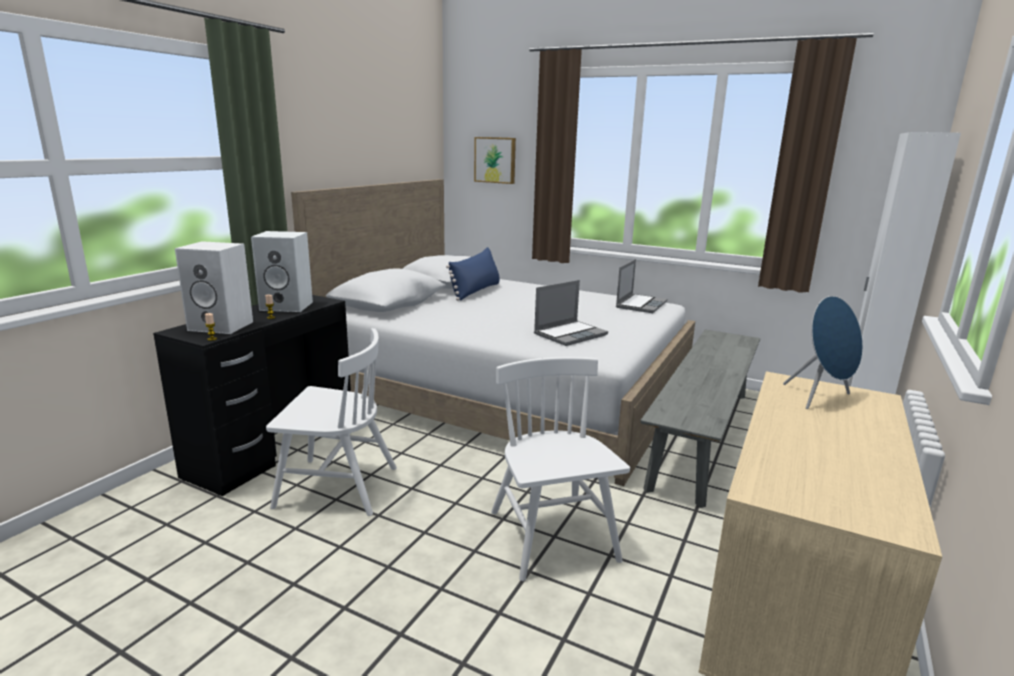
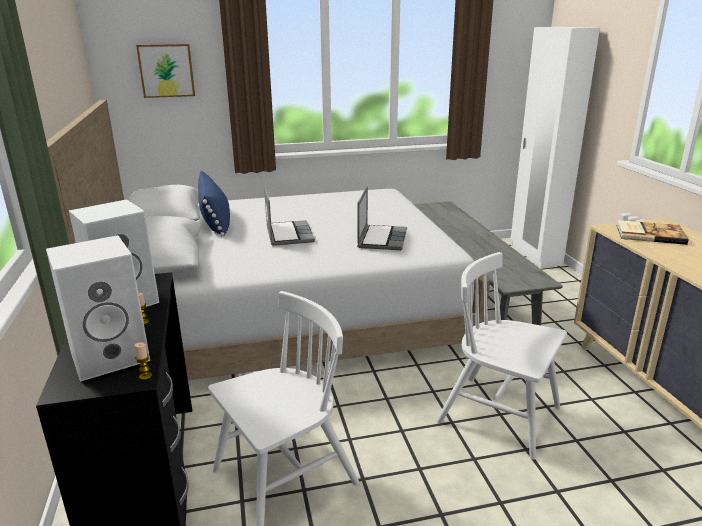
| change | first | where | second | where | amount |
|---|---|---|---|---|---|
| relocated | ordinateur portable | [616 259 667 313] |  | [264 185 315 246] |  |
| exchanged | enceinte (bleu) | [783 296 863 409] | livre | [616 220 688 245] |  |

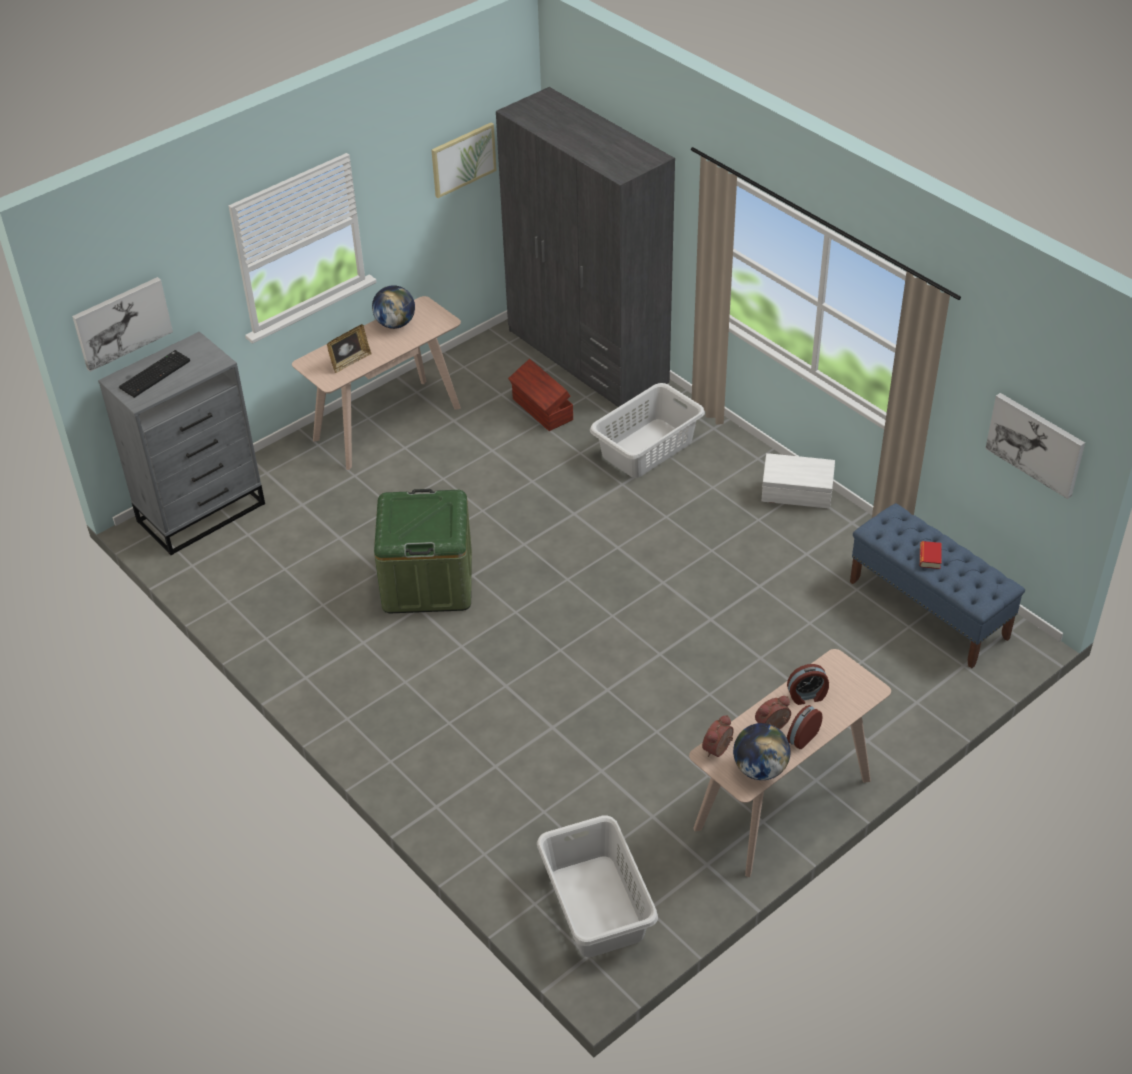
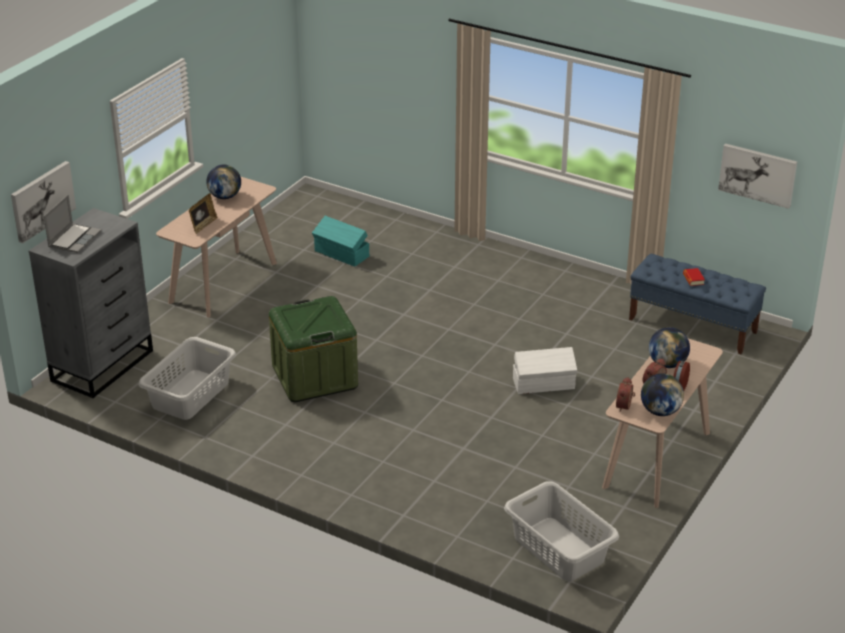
| change | first | where | second | where | amount |
|---|---|---|---|---|---|
| exchanged | clavier | [119 350 190 398] | ordinateur portable | [44 195 101 253] |  |
| relocated | panier à linge (gris) | [590 383 705 478] |  | [139 337 236 420] |  |
| colour | boîte de rangement (marron) | [508 359 573 431] | boîte de rangement (turquoise) | [312 216 369 267] |  |
| relocated | boîte de rangement (blanc) | [762 453 835 508] |  | [513 347 577 394] |  |
| exchanged | réveil | [787 664 829 705] | globe | [649 327 690 368] |  |
| missing | tableau | [431 122 497 198] |  |  |  |
| missing | armoire (gris) | [496 87 675 407] |  |  |  |

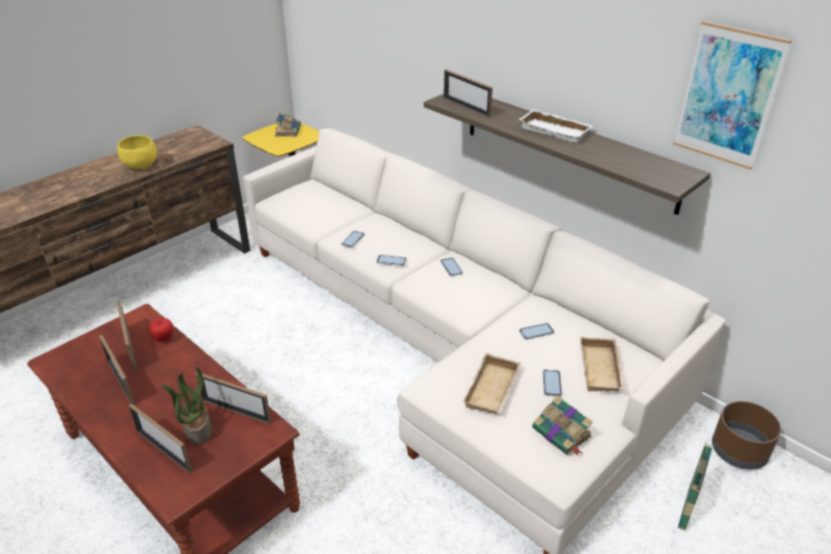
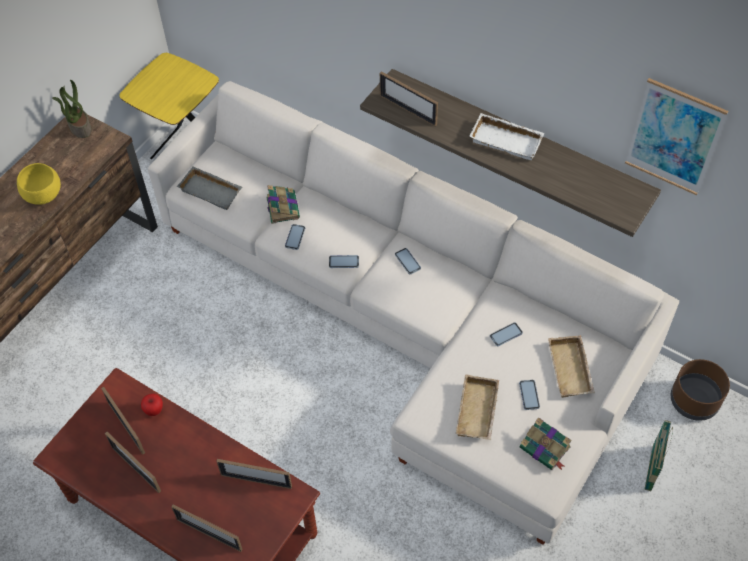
| change | first | where | second | where | amount |
|---|---|---|---|---|---|
| relocated | plante en pot | [161 366 212 445] |  | [52 80 92 138] |  |
| appeared |  |  | plateau (gris) | [177 167 242 210] |  |
| relocated | livre | [275 112 301 137] |  | [266 185 300 224] |  |

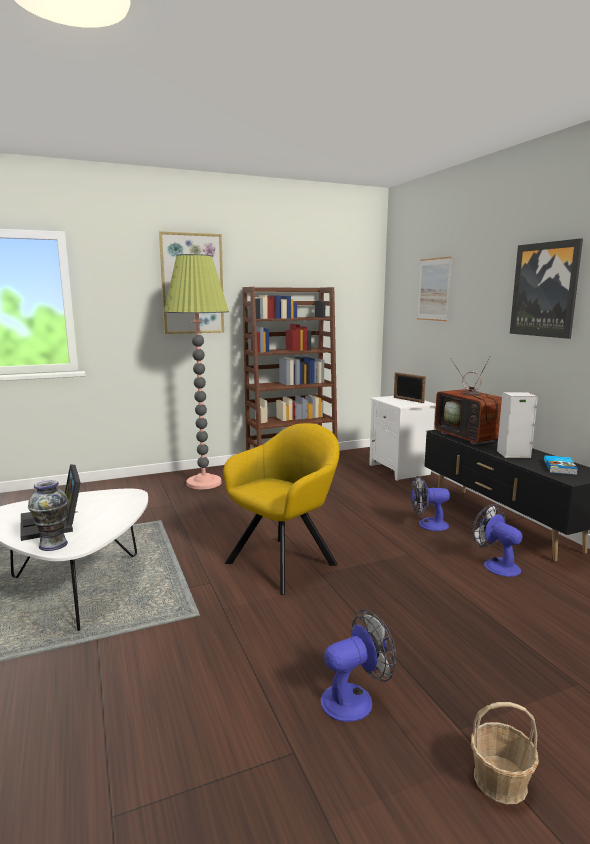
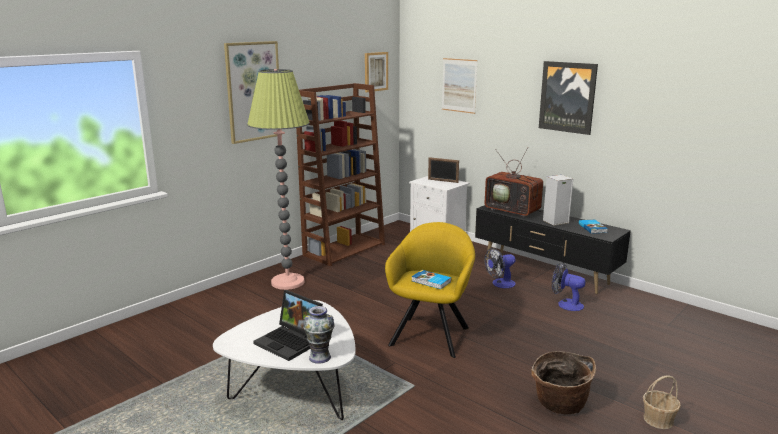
| change | first | where | second | where | amount |
|---|---|---|---|---|---|
| appeared |  |  | tableau | [365 52 388 92] |  |
| appeared |  |  | livre | [411 270 451 289] |  |
| exchanged | ventilateur | [321 609 396 722] | panier | [531 351 596 415] |  |

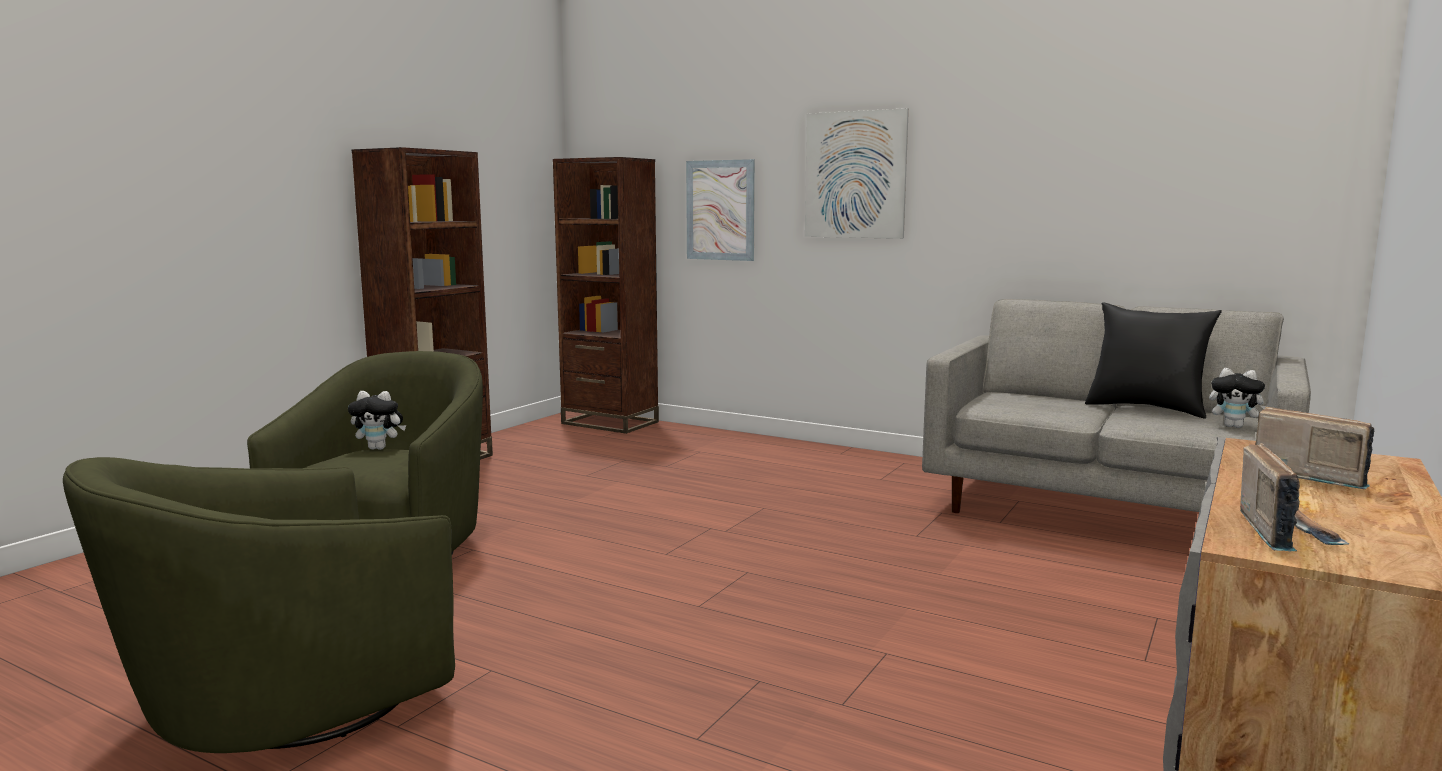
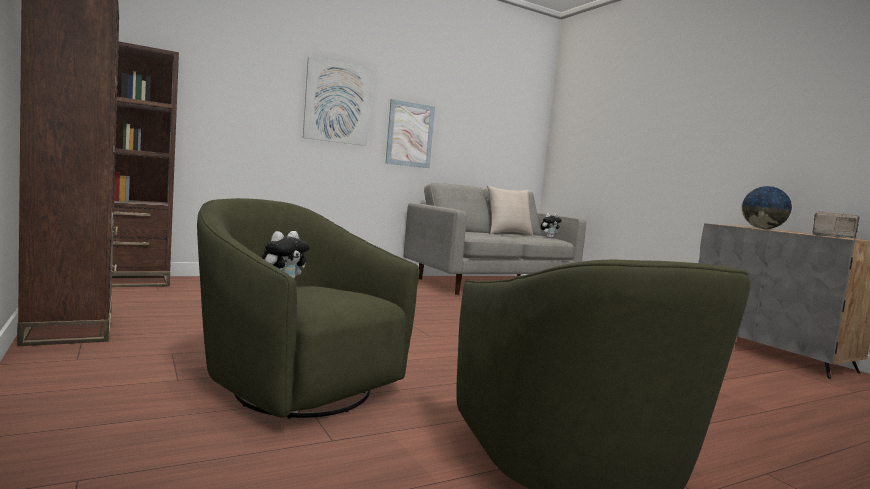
| change | first | where | second | where | amount |
|---|---|---|---|---|---|
| relocated | tableau | [686 159 755 261] |  | [385 99 435 168] |  |
| colour | coussin (noir) | [1085 302 1222 419] | coussin (beige) | [487 185 534 236] |  |
| exchanged | radio | [1255 407 1374 489] | globe | [742 186 793 229] |  |

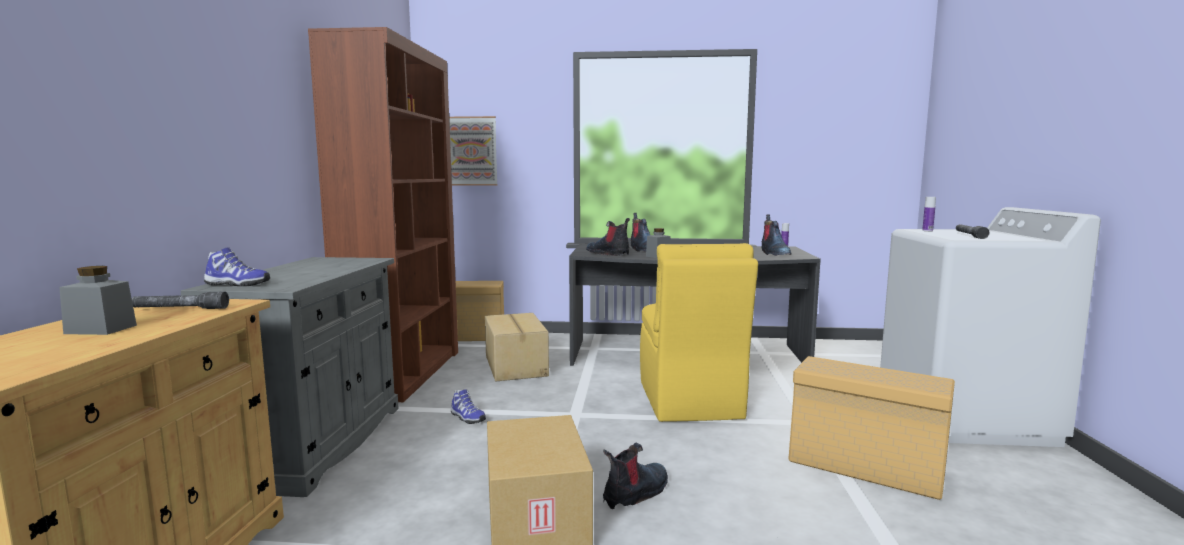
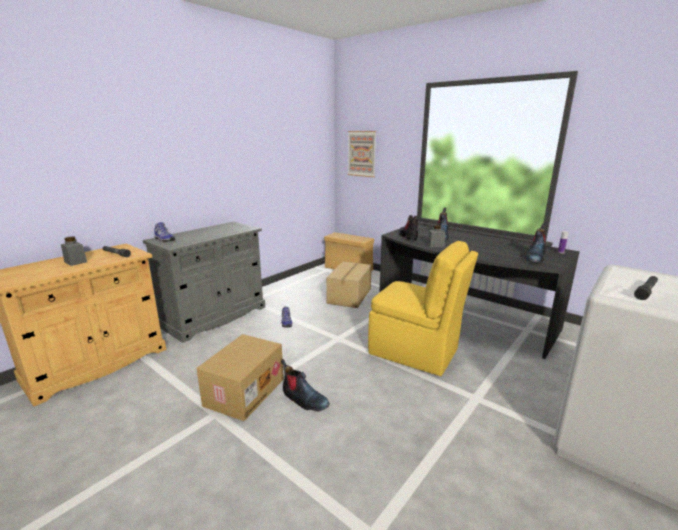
| change | first | where | second | where | amount |
|---|---|---|---|---|---|
| spun | botte | [603 443 668 509] |  | [281 359 329 411] | 45 degrees clockwise |
| spun | chaise (jaune) | [640 243 758 422] |  | [368 241 478 376] | 90 degrees counterclockwise |
| missing | bibliothèque (marron) | [308 27 458 402] |  |  |  |
| missing | boîte de rangement (beige) | [788 356 955 500] |  |  |  |
| missing | bouteille | [922 197 936 231] |  |  |  |

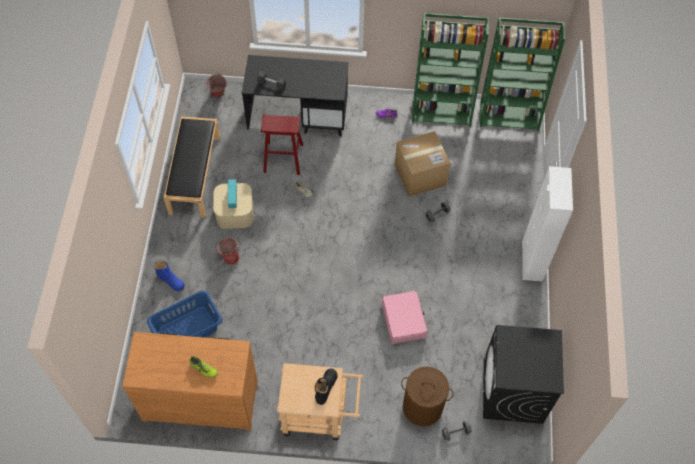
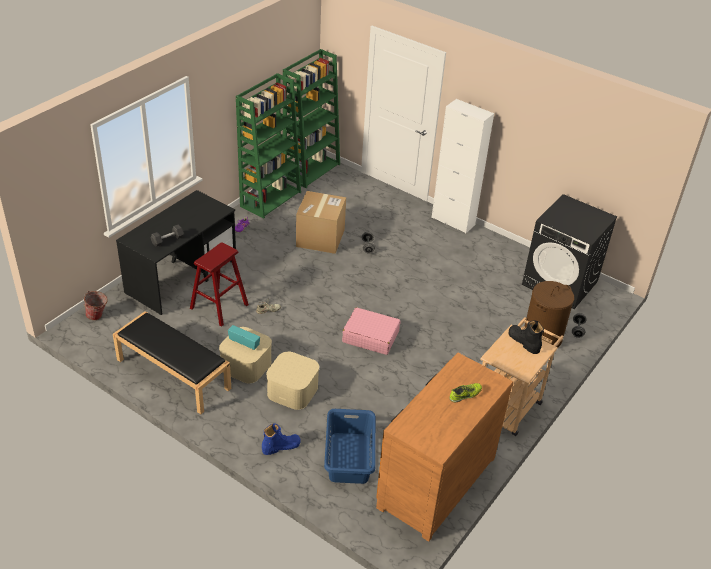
| change | first | where | second | where | amount |
|---|---|---|---|---|---|
| exchanged | seau | [216 237 239 265] | boîte de rangement (beige) | [266 352 319 410] |  |
| relocated | valise (rose) | [382 291 428 344] |  | [342 307 400 355] |  |

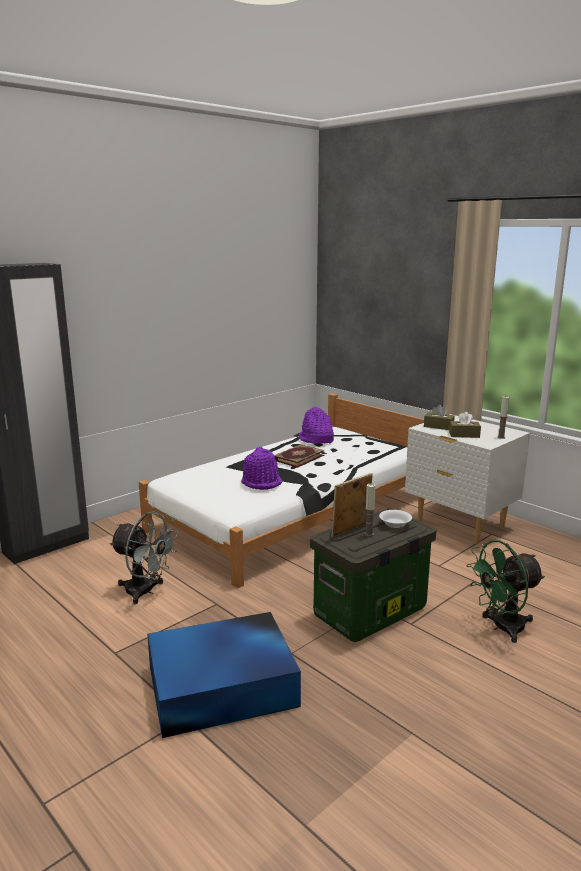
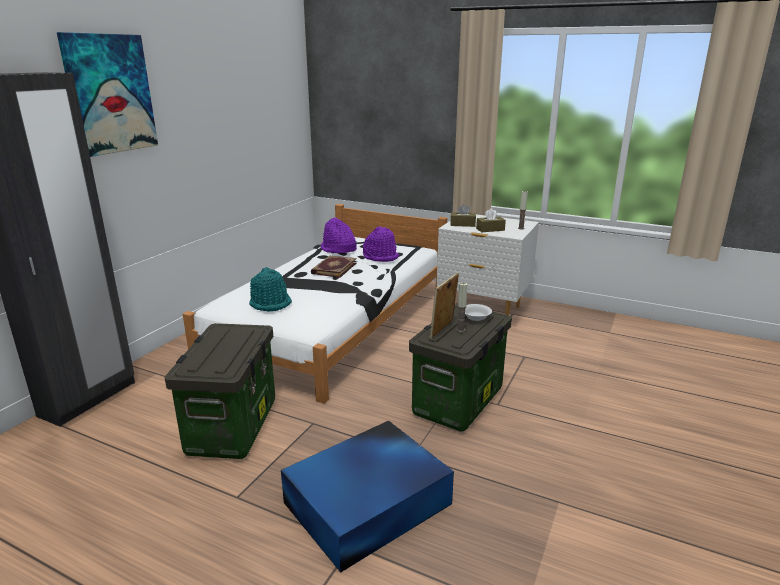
| change | first | where | second | where | amount |
|---|---|---|---|---|---|
| appeared |  |  | tableau | [57 32 158 157] |  |
| exchanged | ventilateur (gris) | [109 511 178 604] | boîte de rangement | [165 323 275 459] |  |
| appeared |  |  | chapeau (turquoise) | [249 267 292 312] |  |
| relocated | chapeau (violet) | [241 447 282 490] |  | [363 226 399 262] |  |
| missing | ventilateur (vert) | [466 540 545 643] |  |  |  |

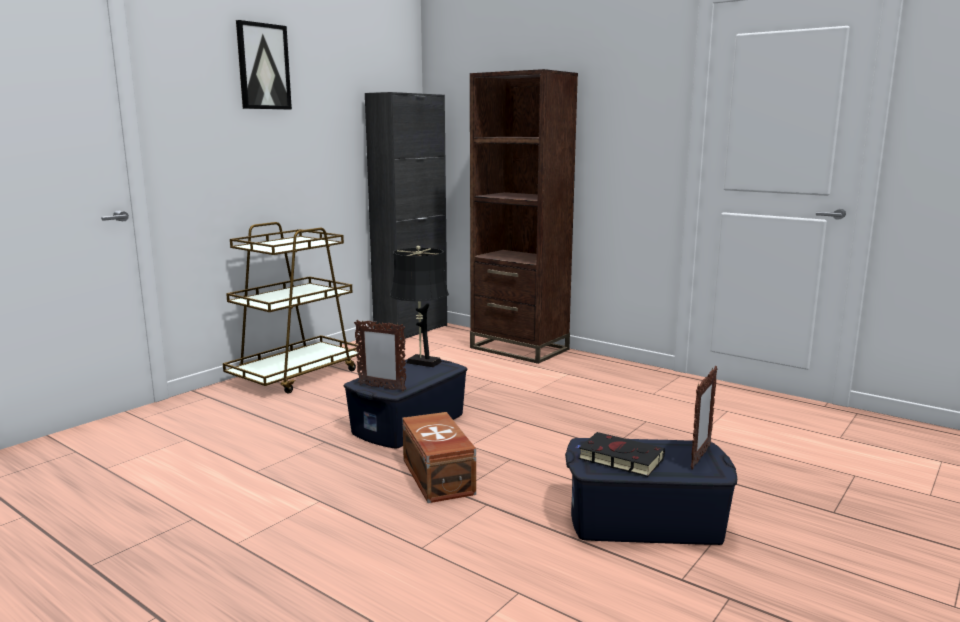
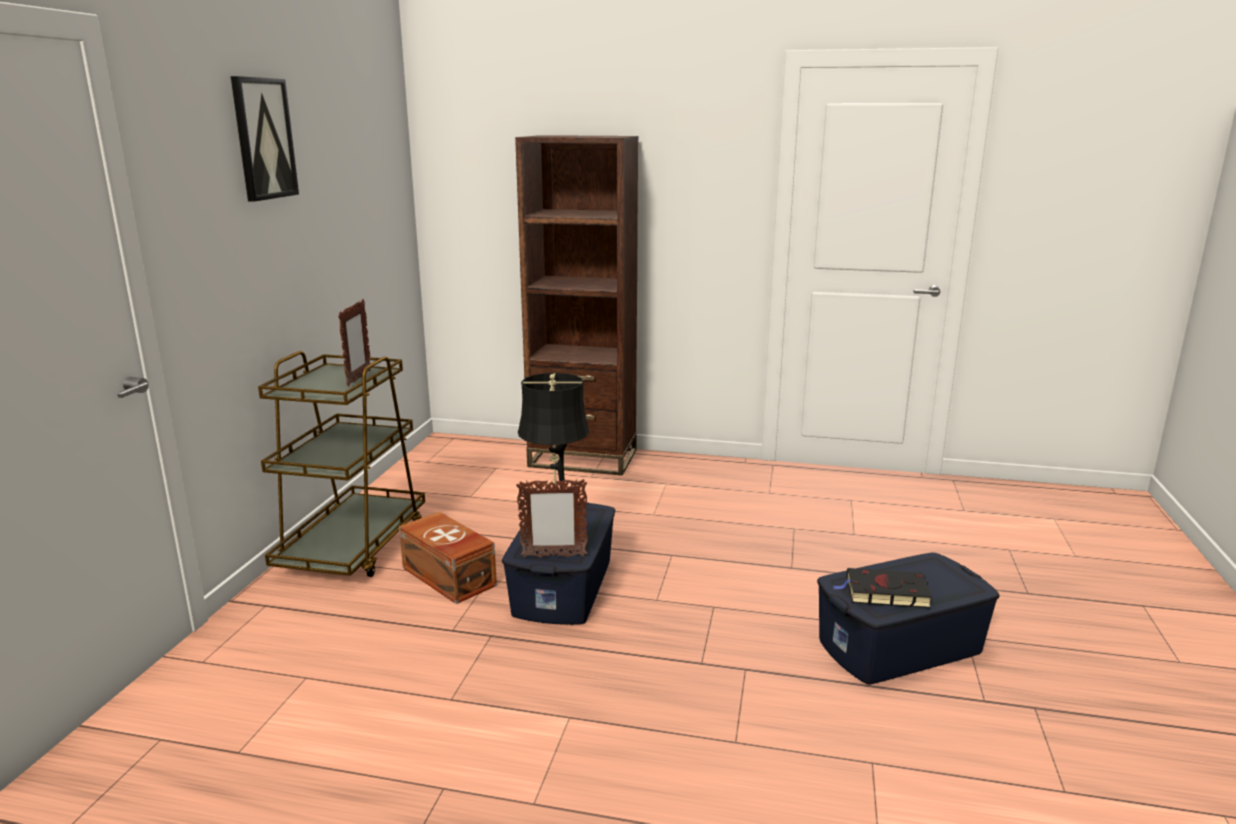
| change | first | where | second | where | amount |
|---|---|---|---|---|---|
| relocated | cadre photo | [691 366 717 469] |  | [338 299 371 386] |  |
| relocated | boîte de rangement (marron) | [402 412 476 503] |  | [399 512 497 604] |  |
| missing | meuble de rangement (noir) | [365 92 447 340] |  |  |  |

